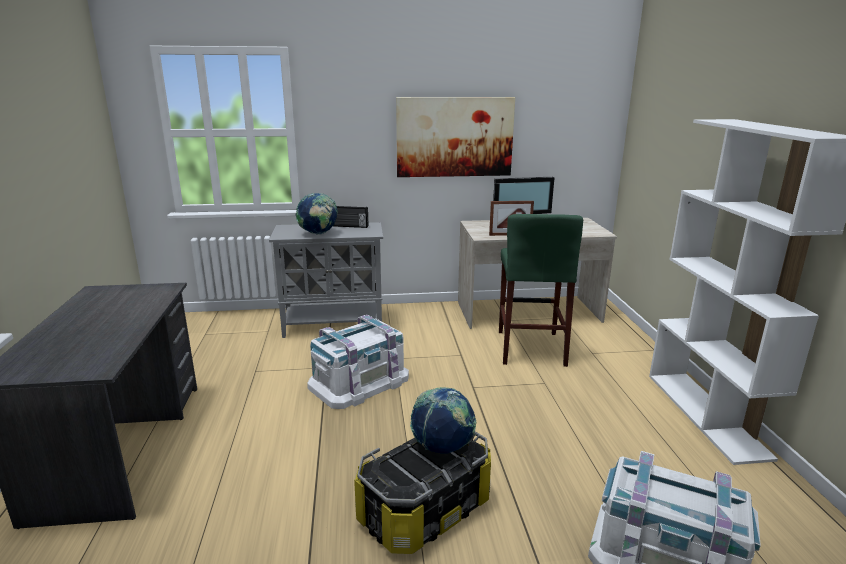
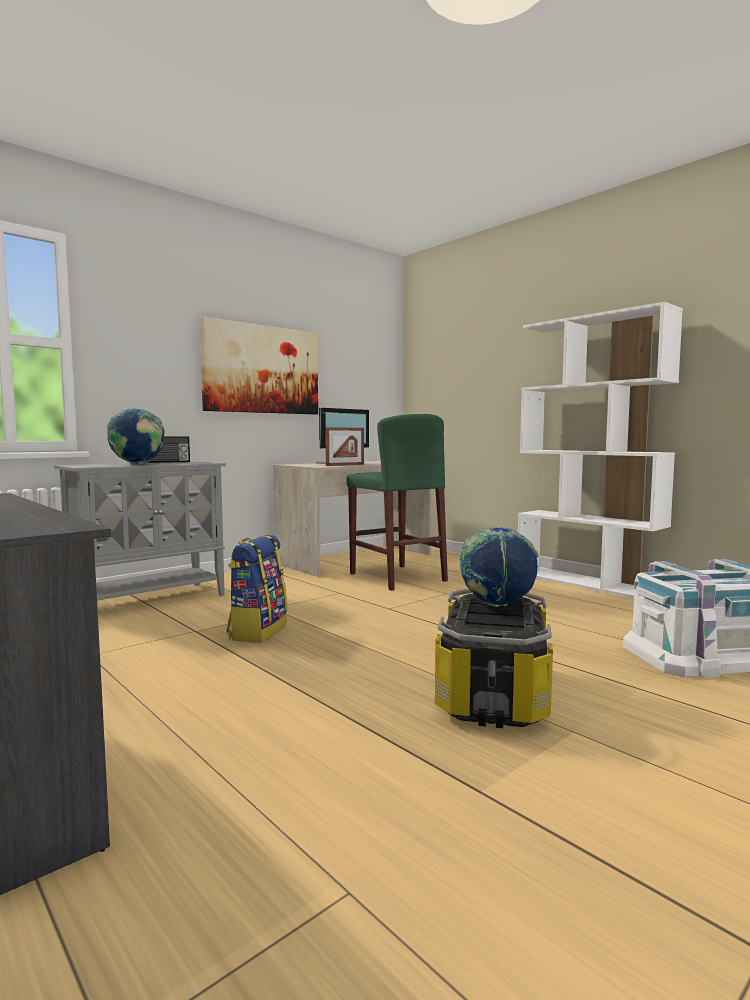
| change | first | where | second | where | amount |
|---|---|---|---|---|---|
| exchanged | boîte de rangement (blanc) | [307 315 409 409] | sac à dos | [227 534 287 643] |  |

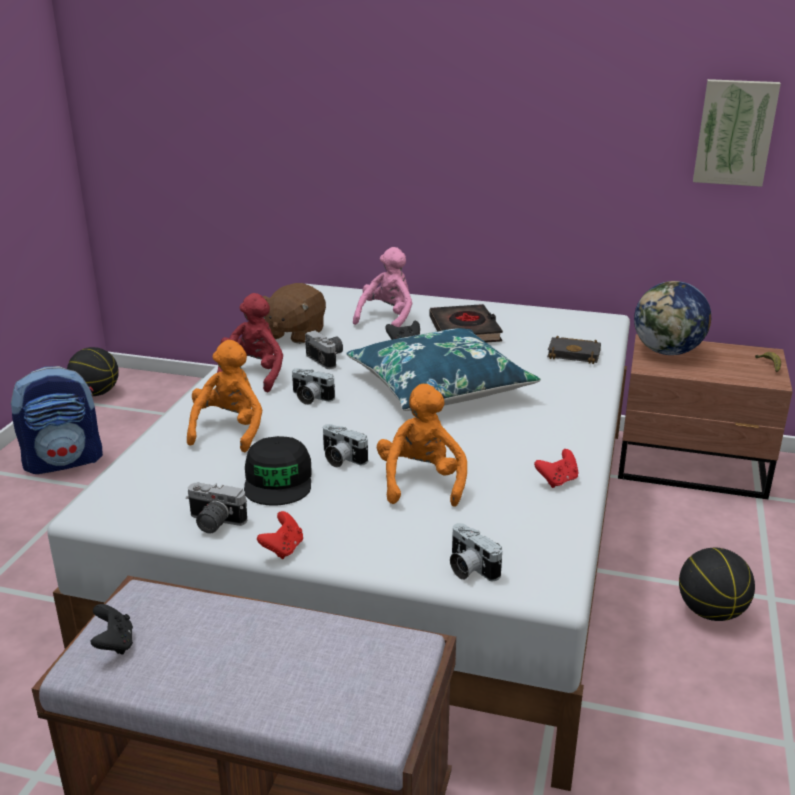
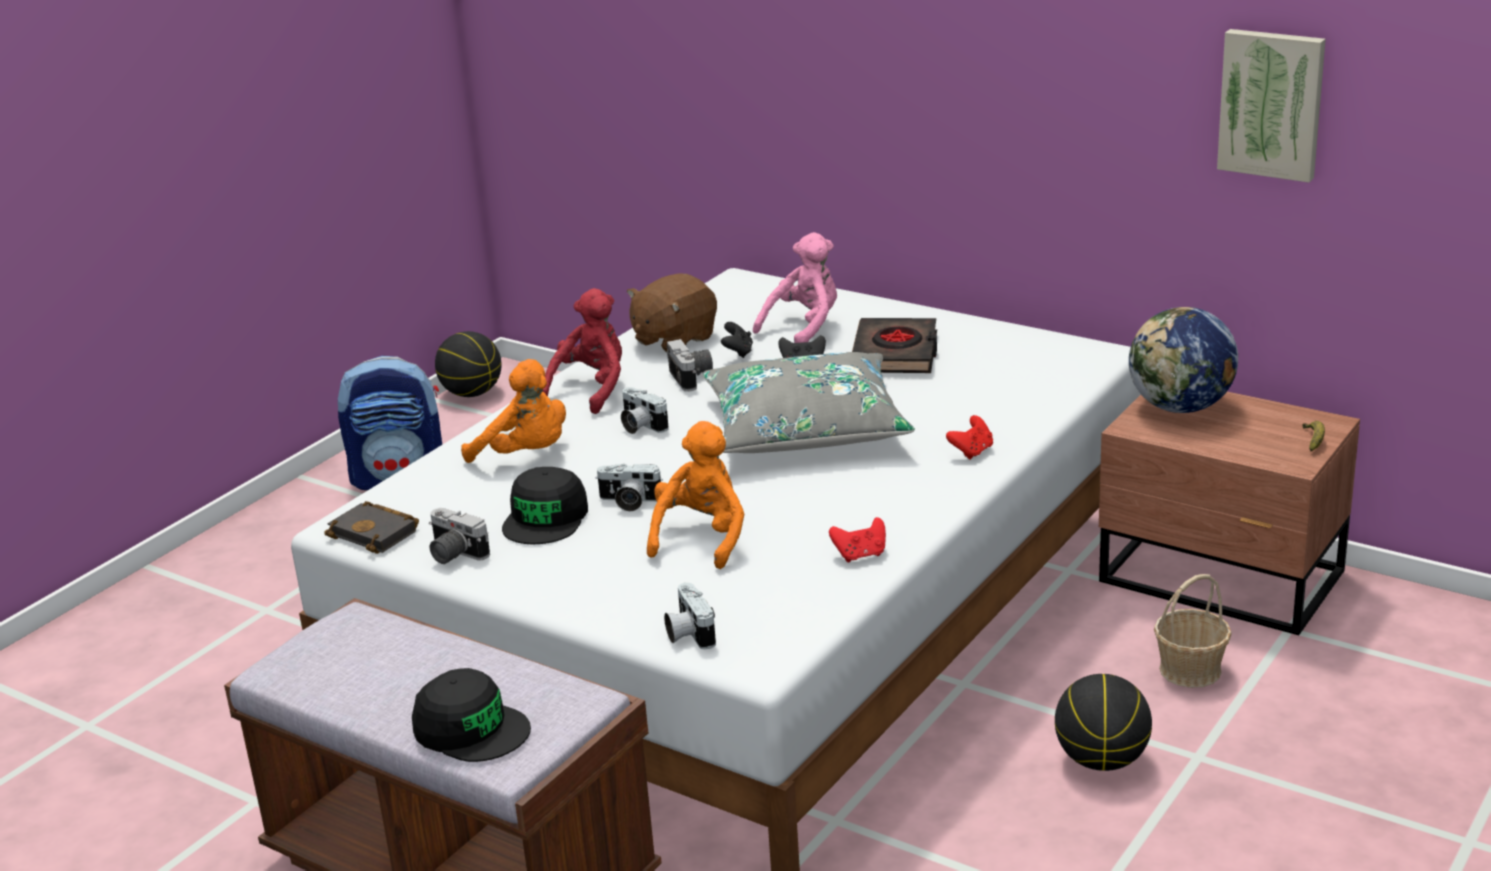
| change | first | where | second | where | amount |
|---|---|---|---|---|---|
| relocated | livre (noir) | [547 335 601 364] |  | [324 501 419 554] |  |
| appeared |  |  | casquette (noir) | [412 668 531 762] |  |
| spun | peluche (orange) | [187 340 262 452] |  | [461 359 566 463] | 90 degrees clockwise |
| spun | appareil photo | [323 424 368 467] |  | [596 464 663 511] | 45 degrees counterclockwise |
| colour | coussin (bleu) | [346 328 541 411] | coussin (gris) | [702 352 915 453] |  |
| relocated | manette (noir) | [91 604 133 655] |  | [721 322 753 358] |  |
| relocated | manette (rouge) | [257 511 303 559] |  | [946 415 993 460] |  |
| appeared |  |  | panier | [1154 574 1232 688] |  |

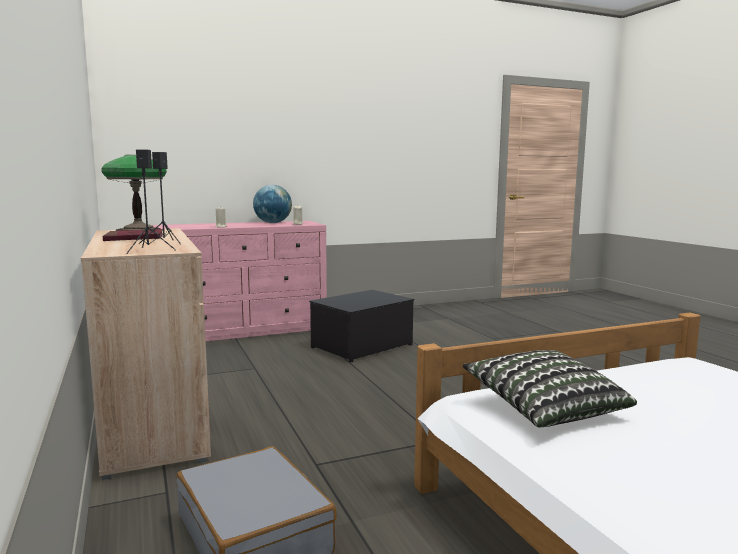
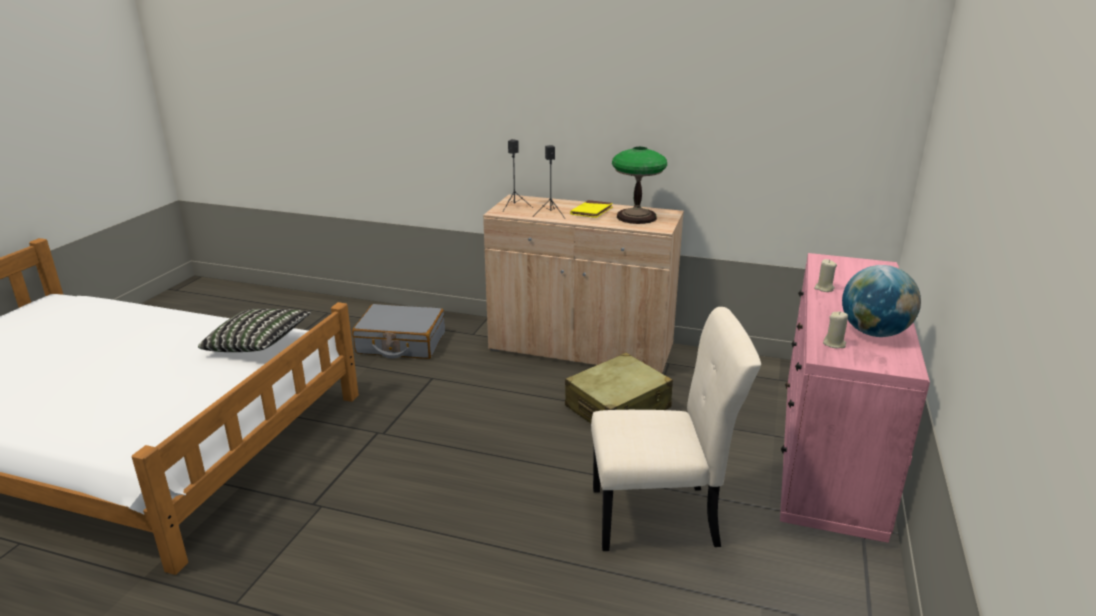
| change | first | where | second | where | amount |
|---|---|---|---|---|---|
| appeared |  |  | valise (beige) | [565 353 673 423] |  |
| colour | livre (rouge) | [103 229 163 241] | livre (jaune) | [570 200 613 218] |  |
| exchanged | boîte de rangement | [309 290 414 363] | chaise (beige) | [591 307 761 551] |  |

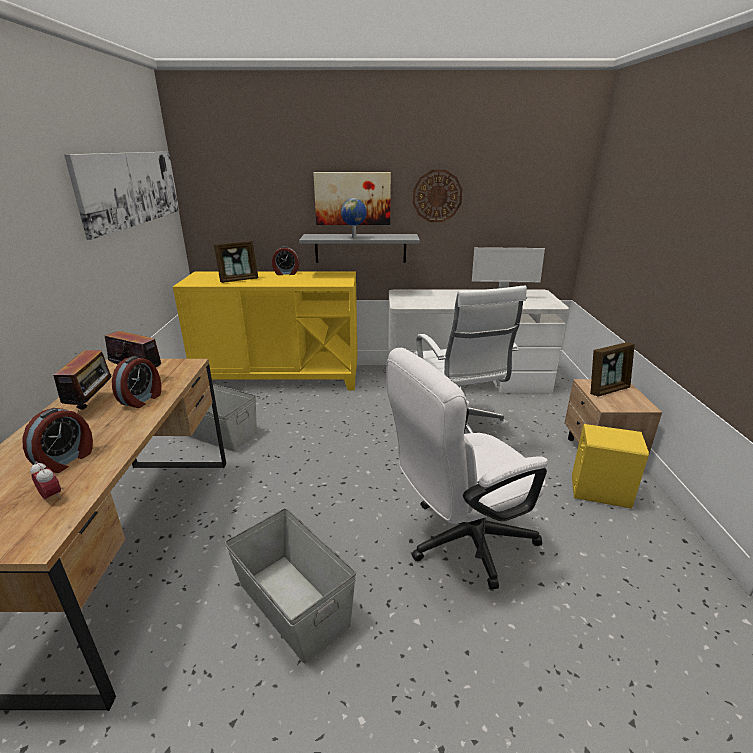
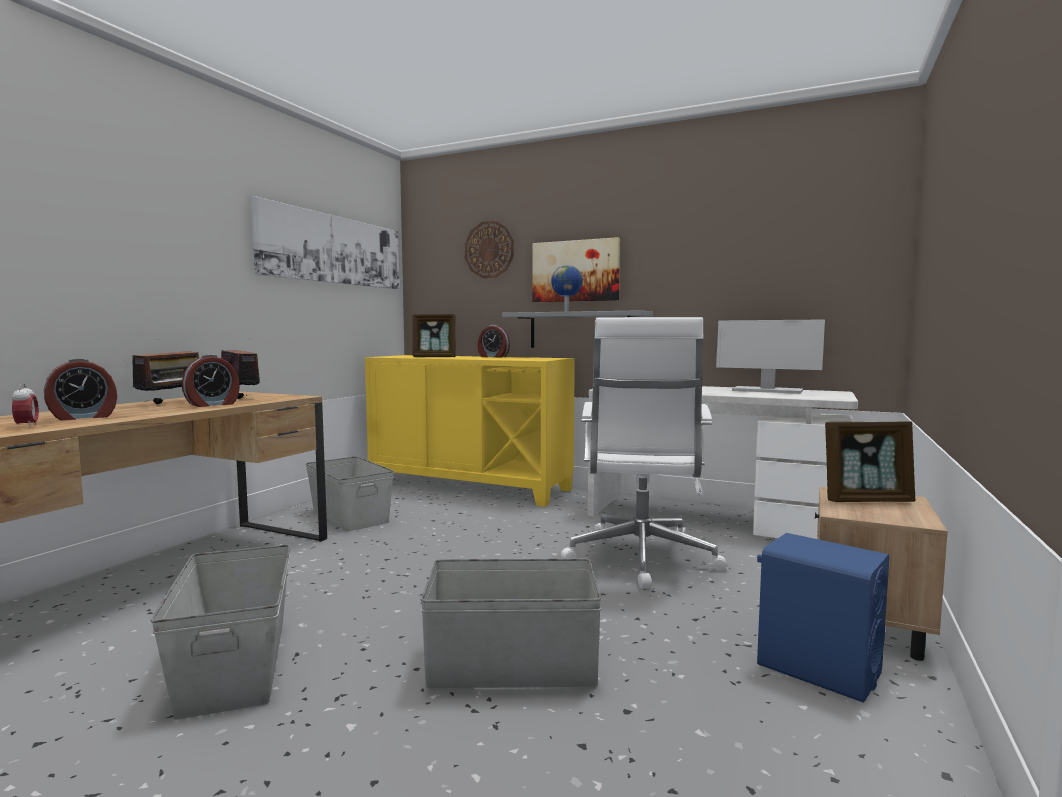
| change | first | where | second | where | amount |
|---|---|---|---|---|---|
| exchanged | chaise de bureau (blanc) | [386 348 547 590] | boîte de rangement (gris) | [421 558 602 688] |  |
| relocated | horloge murale | [413 170 463 222] |  | [465 221 514 278] |  |
| colour | enceinte (jaune) | [572 424 649 509] | enceinte (bleu) | [757 533 890 703] |  |

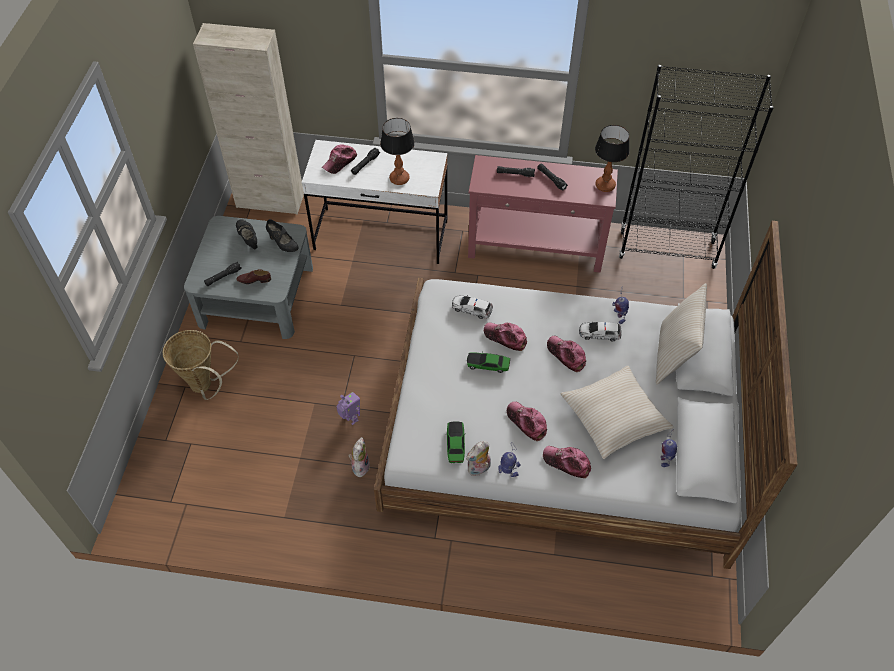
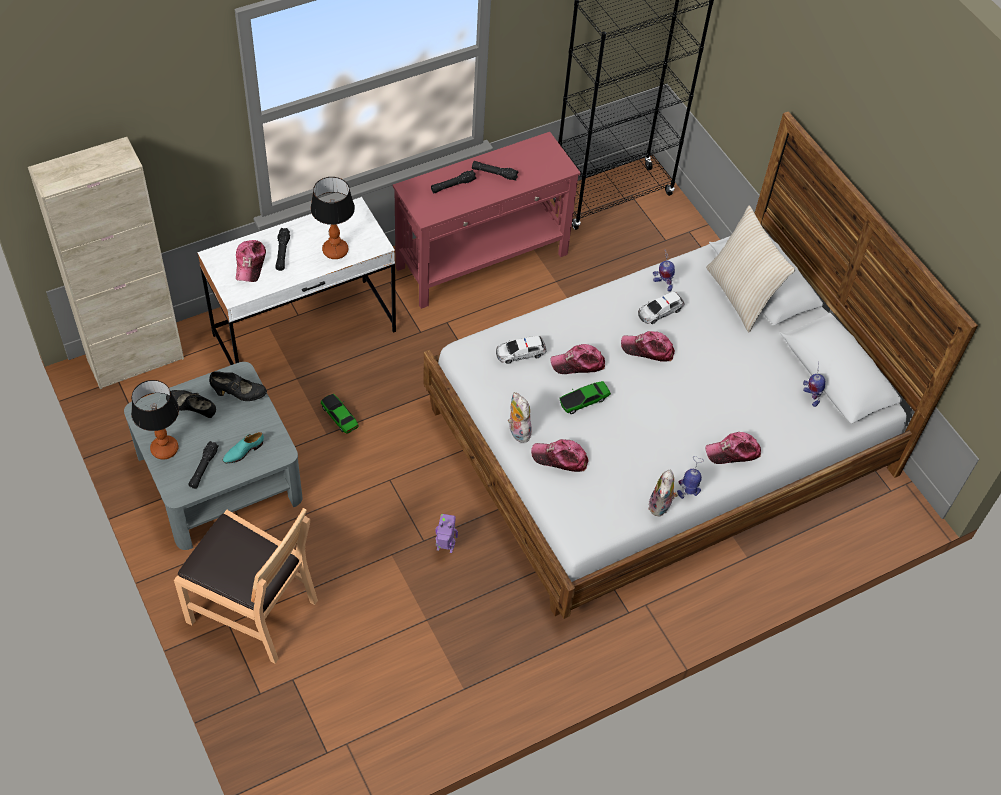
| change | first | where | second | where | amount |
|---|---|---|---|---|---|
| relocated | lampe de table | [595 125 630 192] |  | [131 380 179 460] |  |
| exchanged | panier | [162 330 238 400] | chaise (marron) | [174 508 318 664] |  |
| colour | chaussure (marron) | [236 269 271 284] | chaussure (turquoise) | [223 432 264 464] |  |
| relocated | petite voiture | [446 421 465 463] |  | [321 394 359 434] |  |
| relocated | peluche | [348 437 370 477] |  | [508 392 532 442] |  |
| relocated | casquette | [507 401 547 441] |  | [531 439 588 472] |  |
| missing | coussin (beige) | [561 366 674 459] |  |  |  |

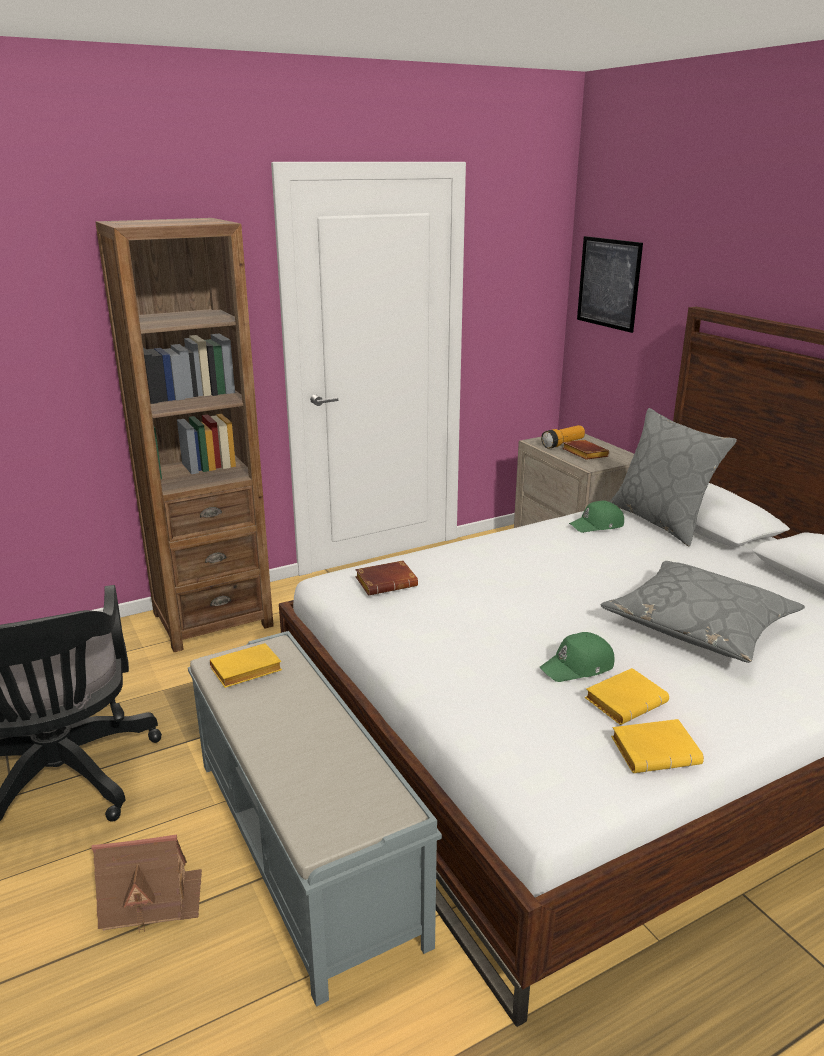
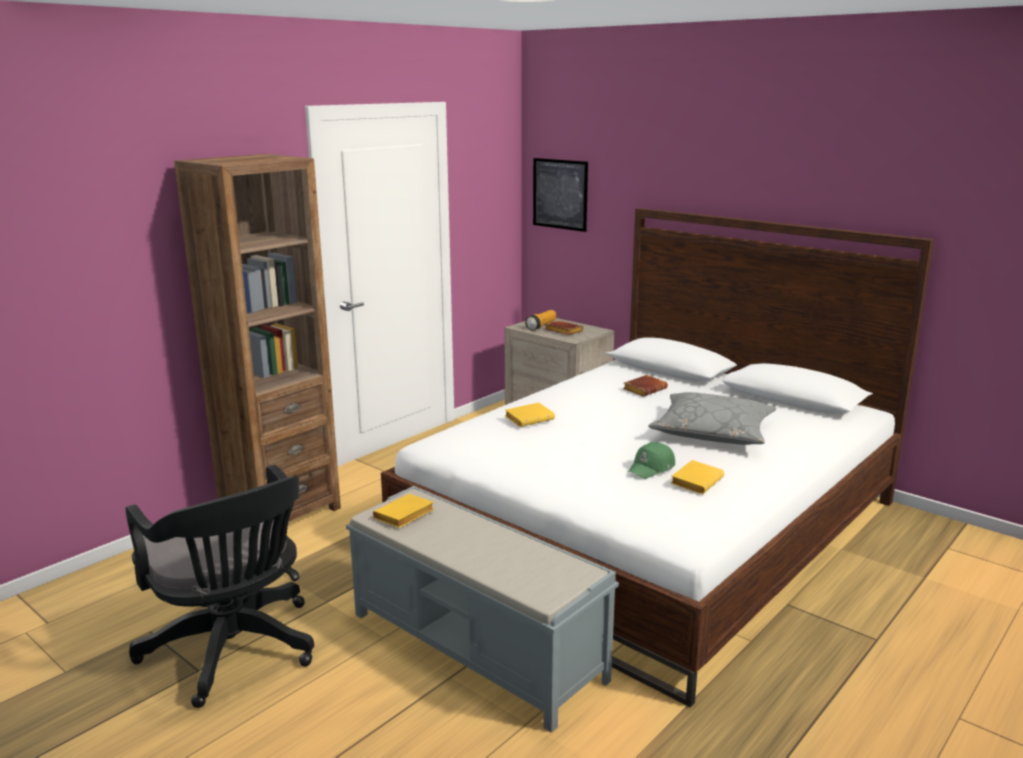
| change | first | where | second | where | amount |
|---|---|---|---|---|---|
| relocated | livre (jaune) | [611 719 704 773] |  | [505 402 555 427] |  |
| relocated | livre (marron) | [355 561 418 595] |  | [623 375 668 397] |  |
| missing | maison miniature | [91 834 202 933] |  |  |  |
| missing | casquette (vert) | [569 501 624 533] |  |  |  |
| missing | coussin (gris) | [610 408 737 547] |  |  |  |

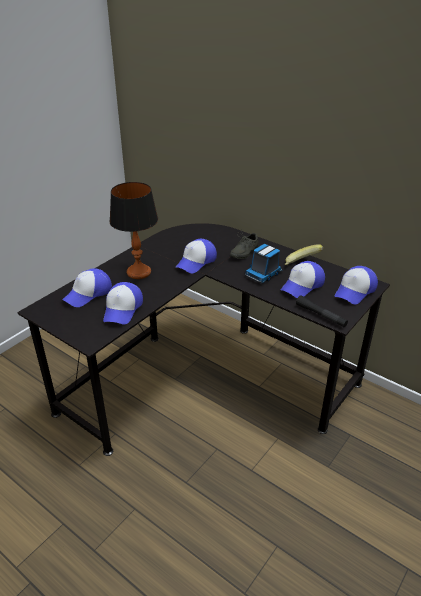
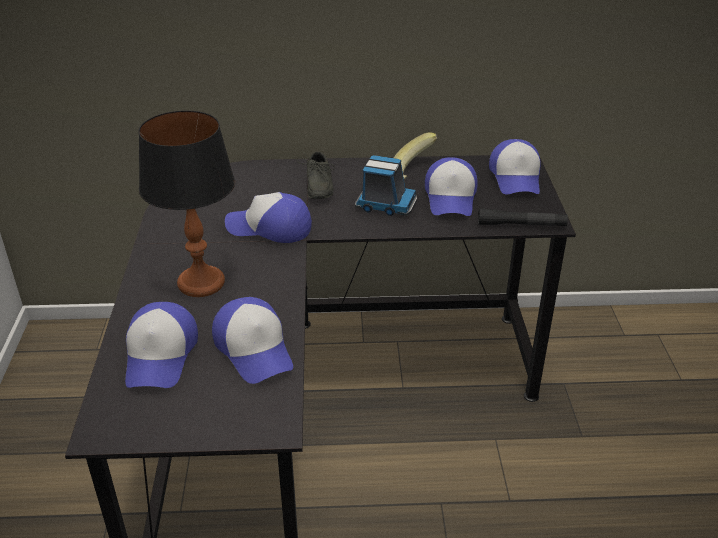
| change | first | where | second | where | amount |
|---|---|---|---|---|---|
| spun | casquette | [176 239 217 273] |  | [225 192 312 243] | 105 degrees clockwise |
| spun | camion jouet | [245 244 282 283] |  | [355 155 417 216] | 75 degrees counterclockwise |

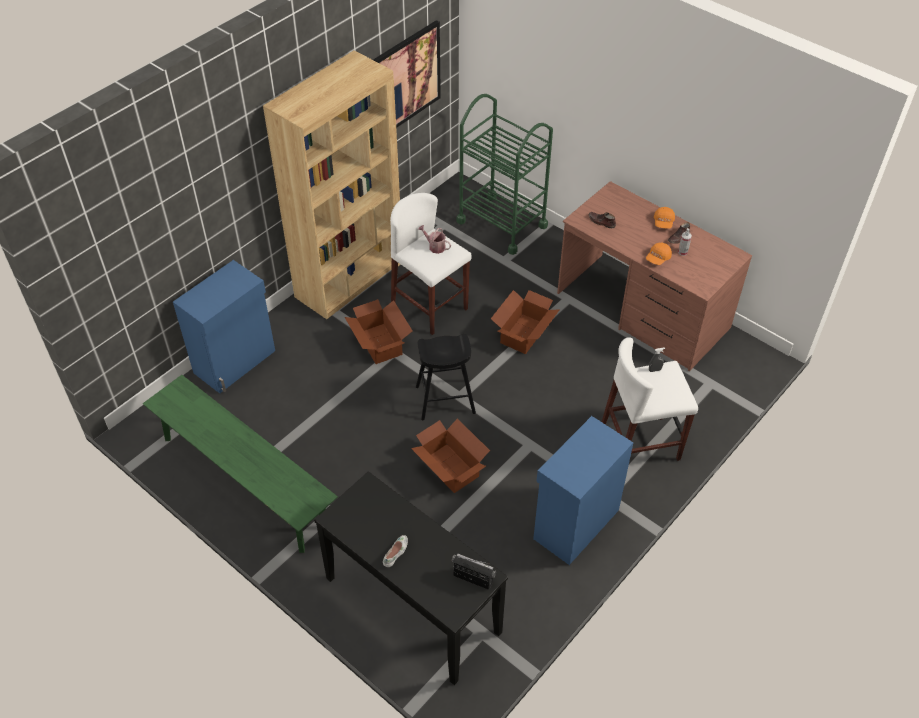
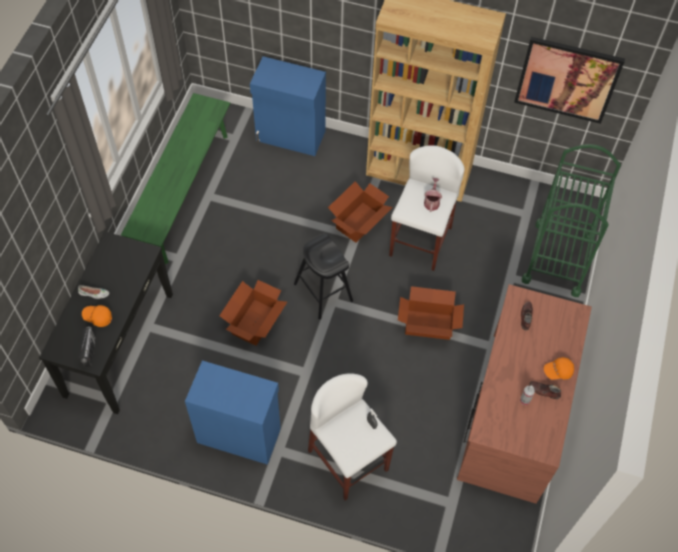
| change | first | where | second | where | amount |
|---|---|---|---|---|---|
| relocated | casquette (orange) | [646 242 672 265] |  | [82 305 112 327] |  |

